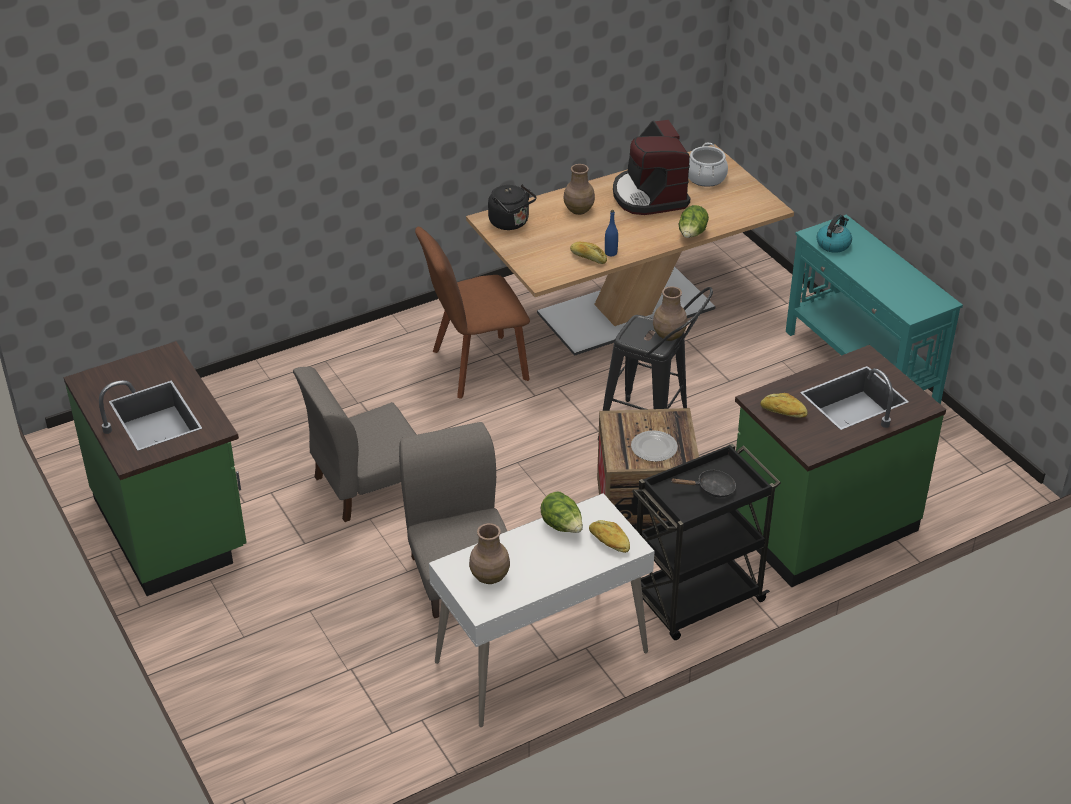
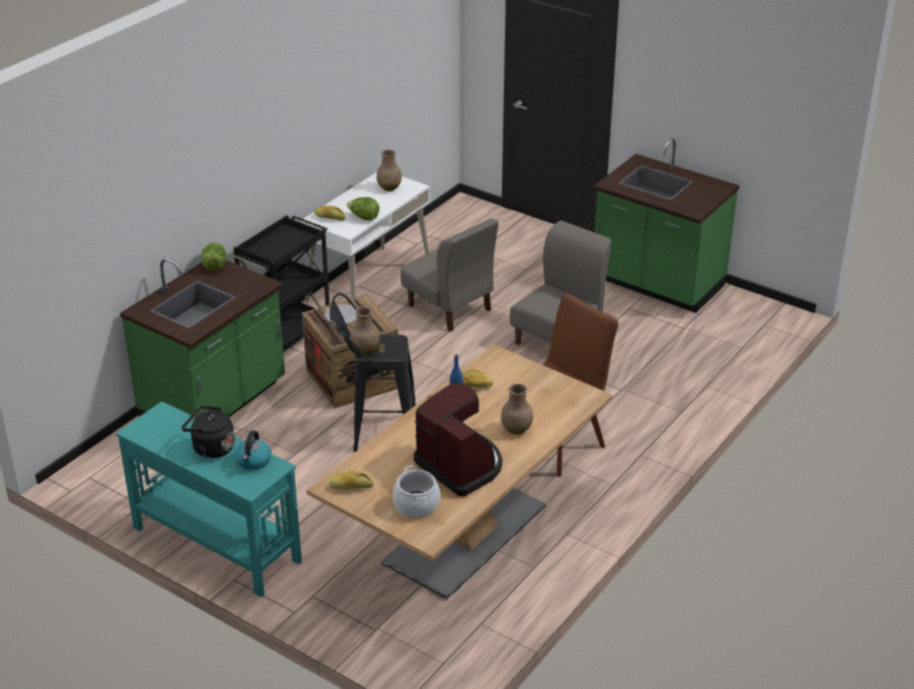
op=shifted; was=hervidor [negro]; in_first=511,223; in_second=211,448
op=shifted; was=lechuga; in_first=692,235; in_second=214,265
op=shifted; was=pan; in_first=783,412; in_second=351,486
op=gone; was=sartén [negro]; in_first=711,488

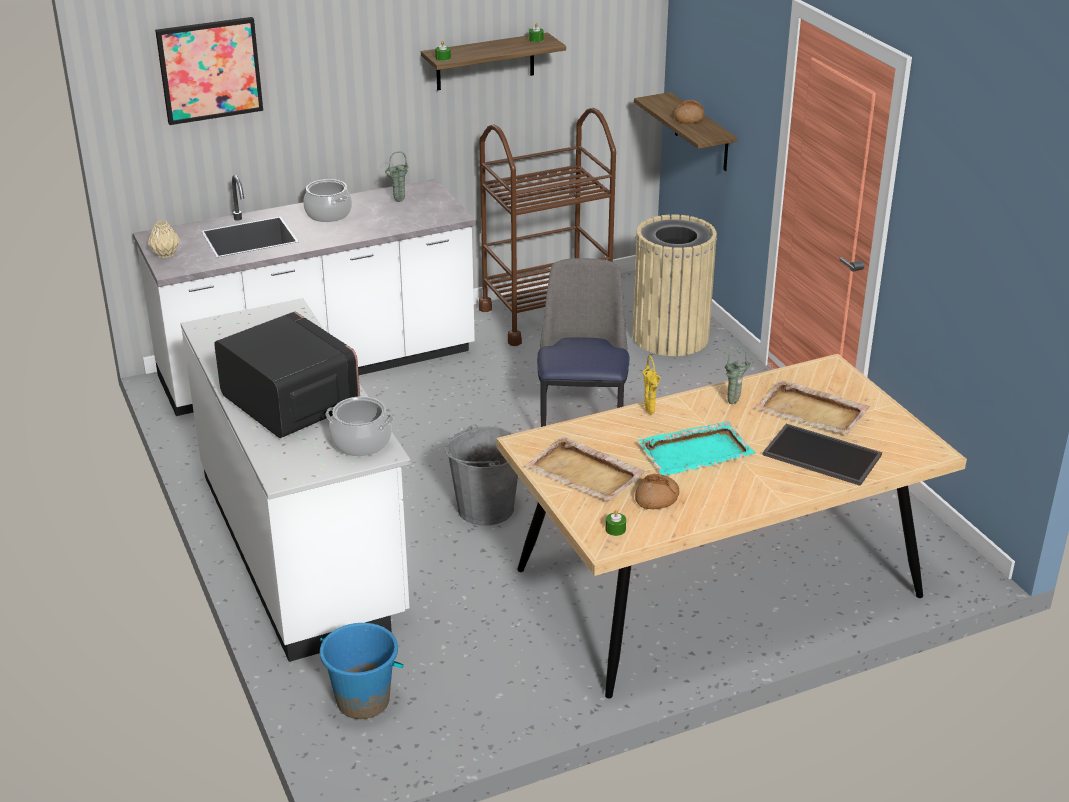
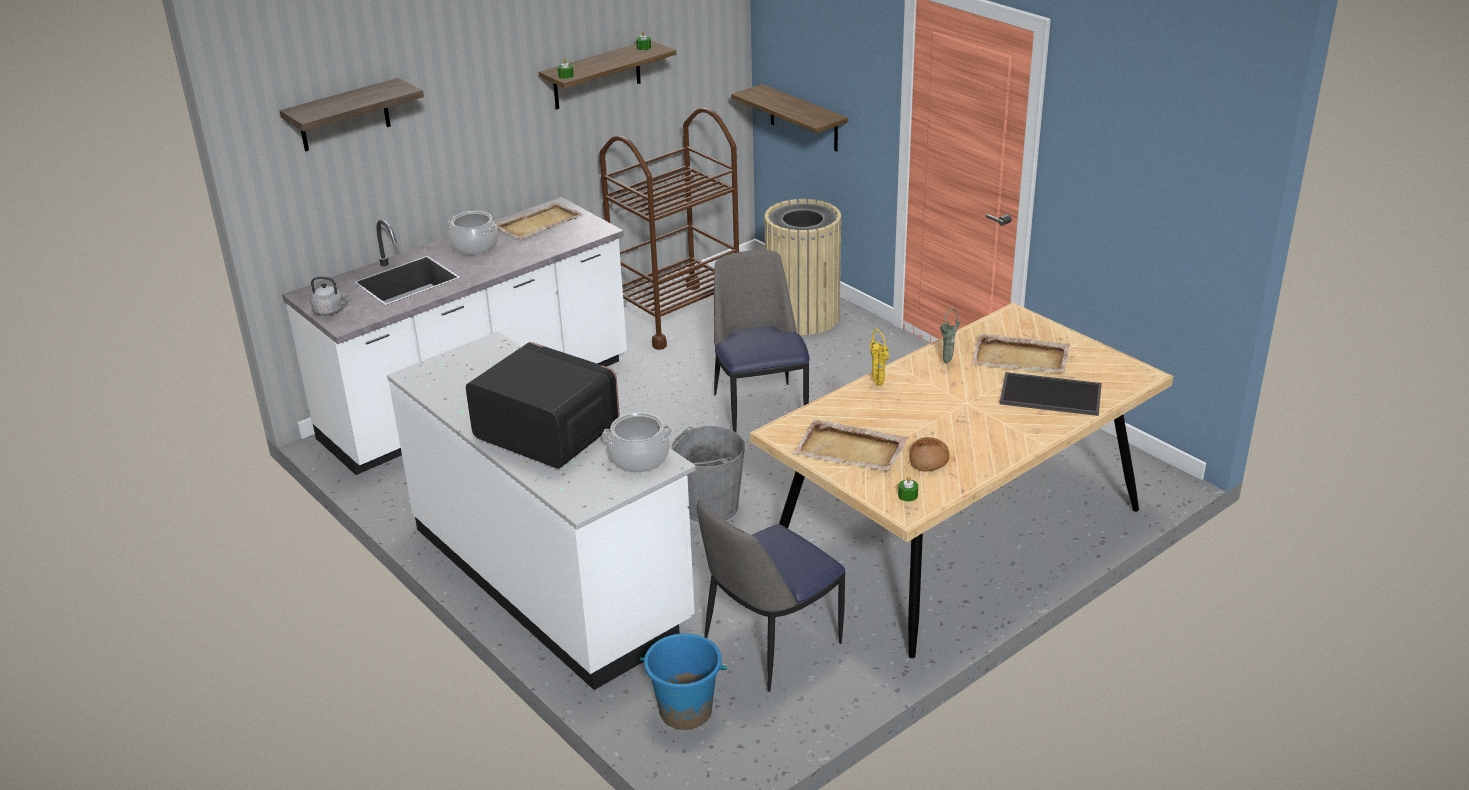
op=swapped; was=cuadro; now=estante; in_first=209,70; in_second=344,115
op=swapped; was=florero [beis]; now=hervidor [gris]; in_first=166,255; in_second=331,311
op=swapped; was=florero [verde]; now=bandeja [beis]; in_first=398,201; in_second=537,224
op=new; now=silla; in_second=769,645
op=gone; was=bandeja [turquesa]; in_first=696,452
op=gone; was=pan; in_first=689,118

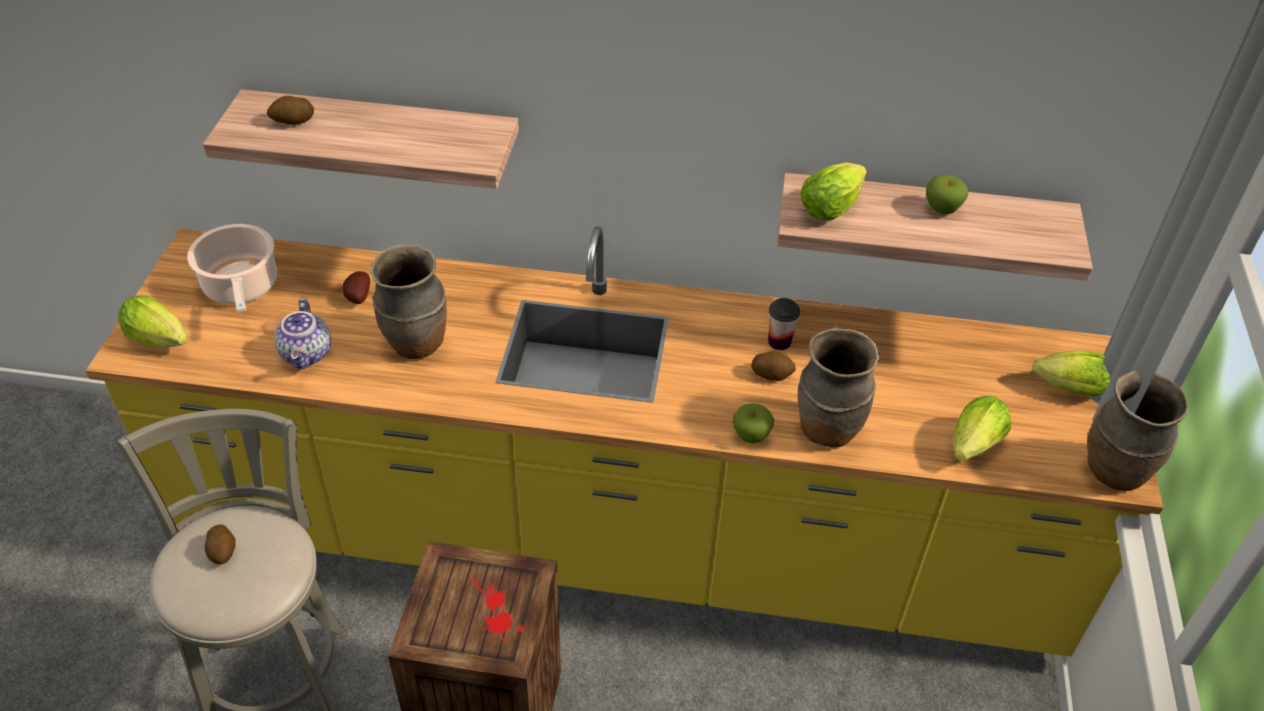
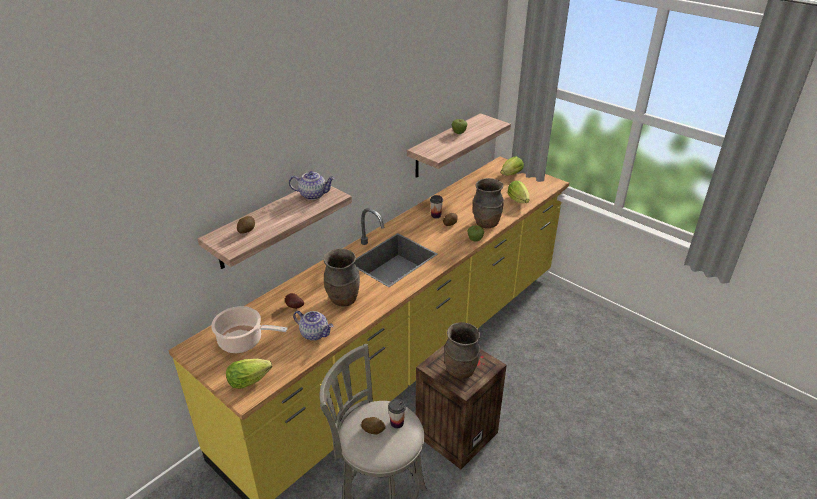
op=new; now=tetera; in_second=313,195
op=new; now=taza; in_second=397,423
op=shifted; was=florero [marrón]; in_first=1114,473; in_second=461,371
op=gone; was=lechuga; in_first=833,207

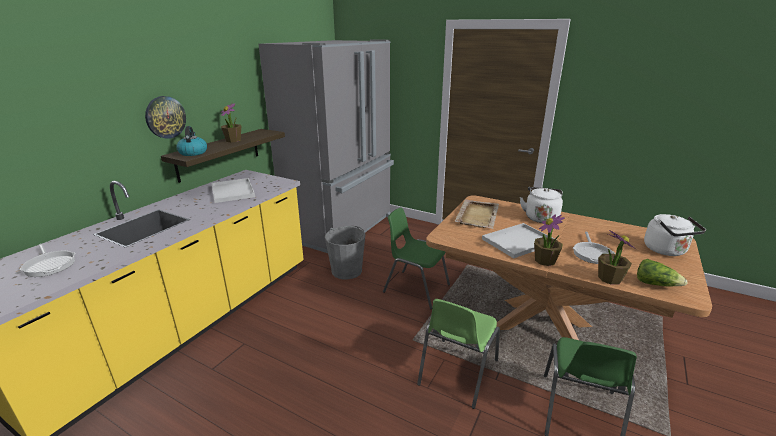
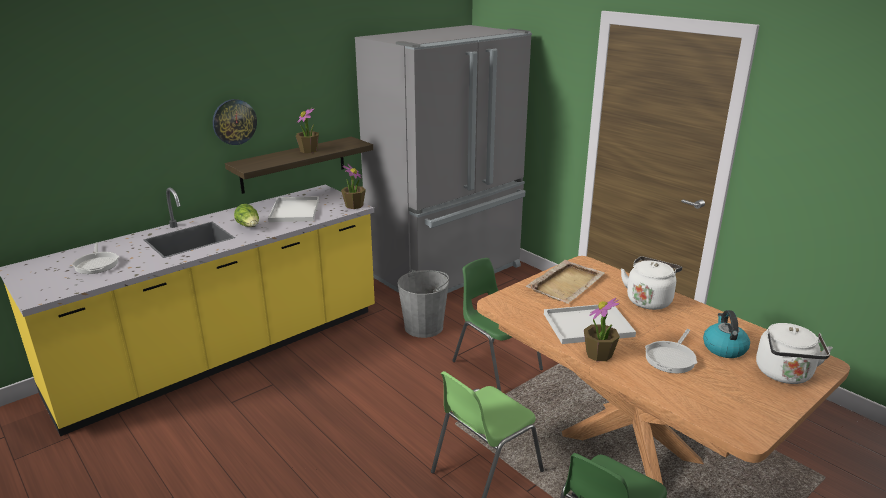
op=shifted; was=lechuga; in_first=655,284; in_second=249,226
op=shifted; was=planta en maceta; in_first=609,278; in_second=354,206
op=shifted; was=hervidor; in_first=193,152; in_second=723,348

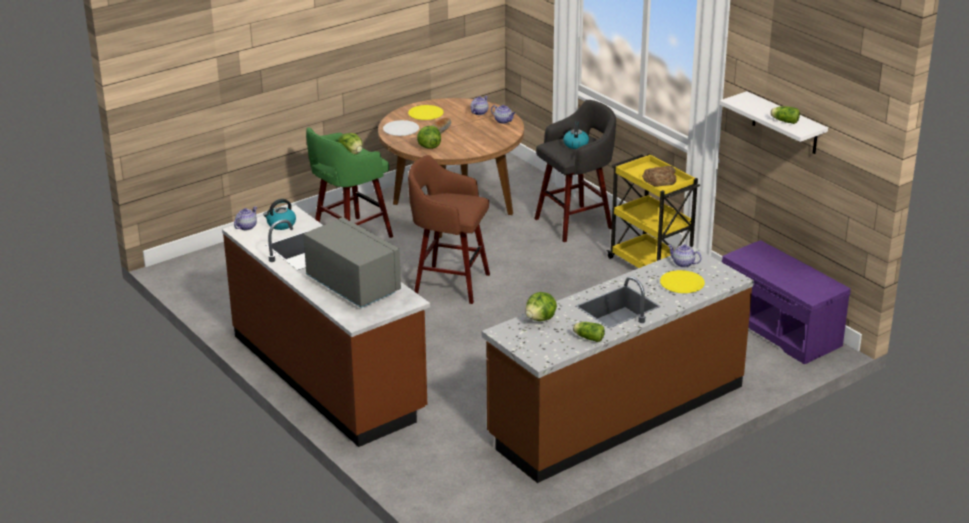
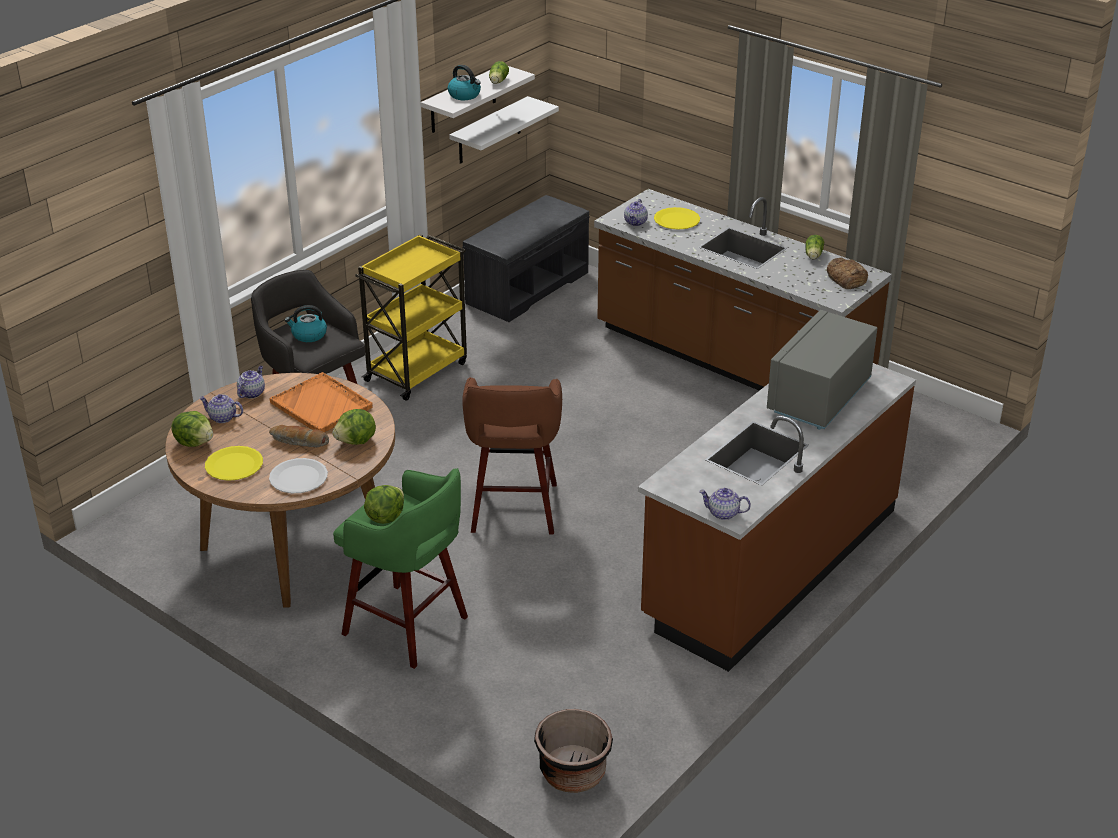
op=shifted; was=lechuga; in_first=540,319; in_second=195,442
op=new; now=bandeja [naranja]; in_second=321,405
op=shifted; was=hervidor; in_first=281,224; in_second=465,95
op=new; now=estante [blanco]; in_second=489,131
op=repainted; was=banco [morado]; now=banco [gris]; in_first=781,329; in_second=527,287
op=new; now=maceta [negro]; in_second=573,772
op=shifted; was=pan; in_first=660,180; in_second=846,278

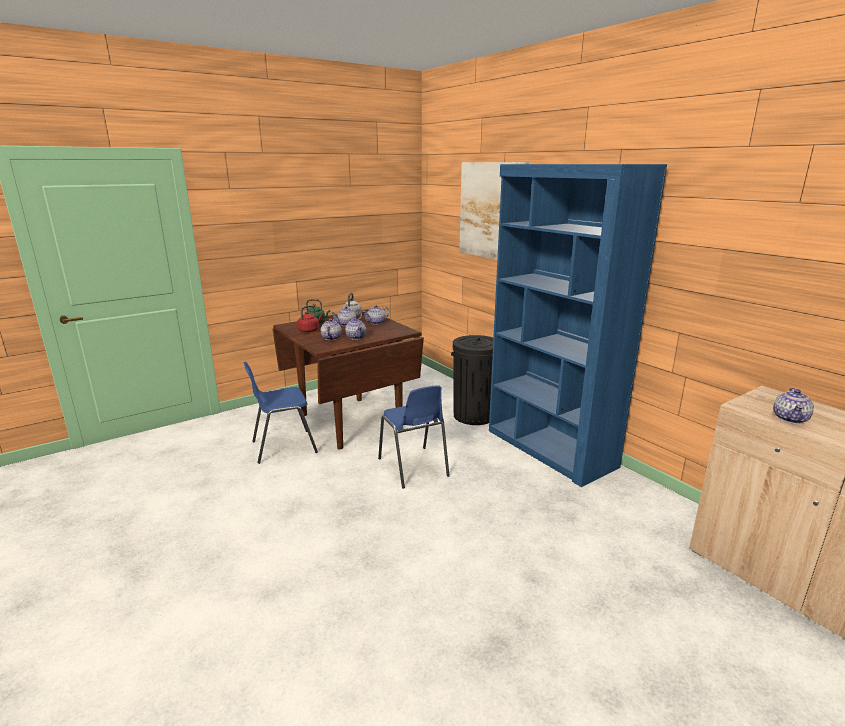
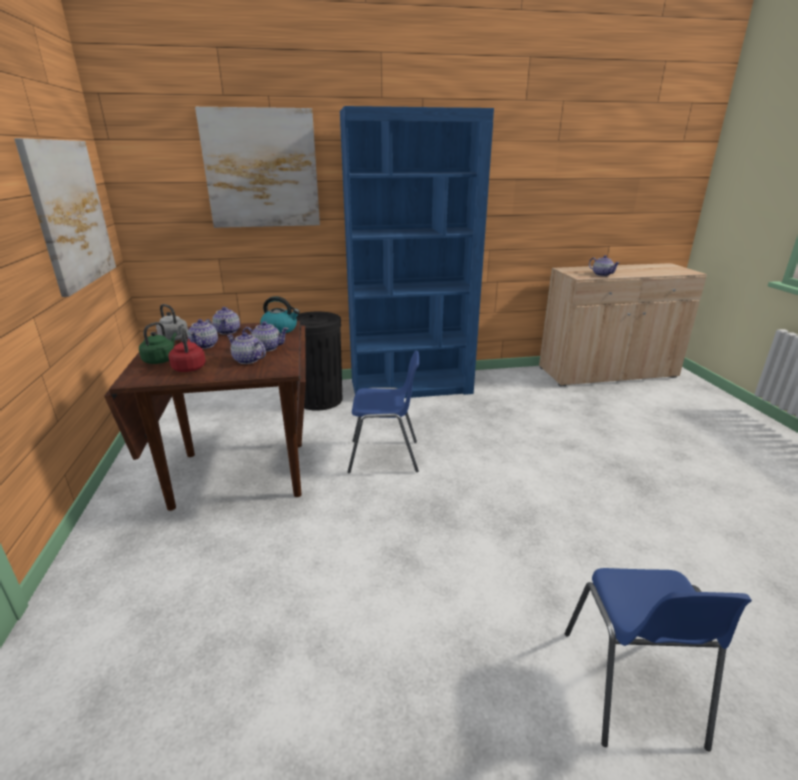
op=new; now=cuadro; in_second=70,214
op=new; now=hervidor; in_second=280,329
op=shifted; was=silla [azul]; in_first=283,446; in_second=631,688

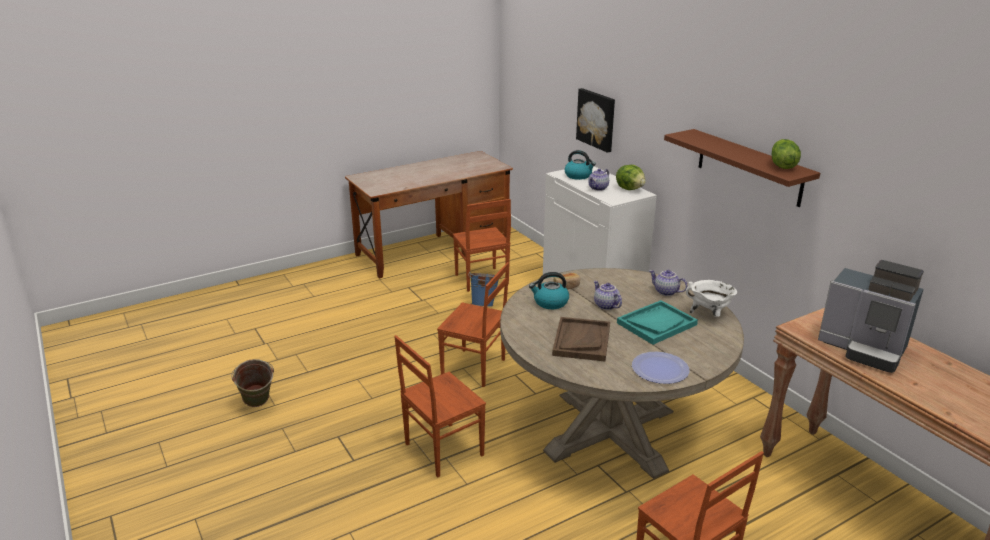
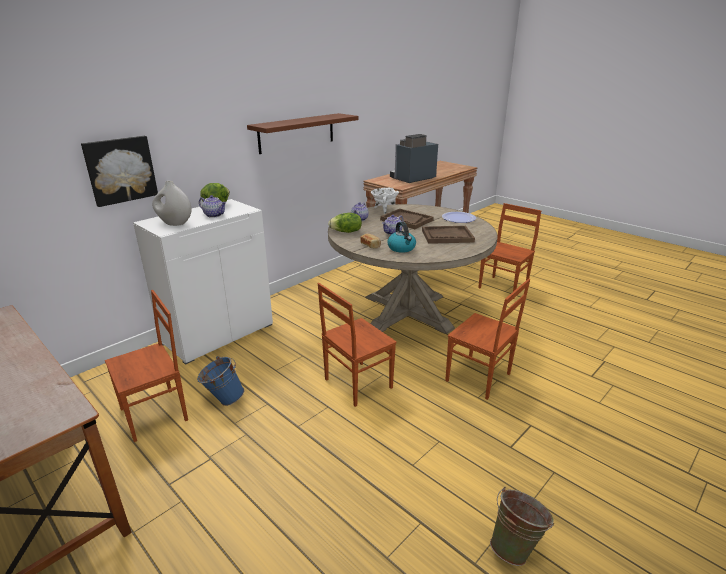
op=swapped; was=hervidor; now=florero [blanco]; in_first=578,176; in_second=174,223
op=rotated; was=silla [marrón]; in_first=474,368; in_second=356,383; clockwise=-135
op=shifted; was=lechuga; in_first=782,166; in_second=346,232
op=repainted; was=bandeja [turquesa]; now=bandeja [marrón]; in_first=656,324; in_second=406,220
op=rotated; was=cafetera; in_first=864,349; in_second=412,178; clockwise=-150

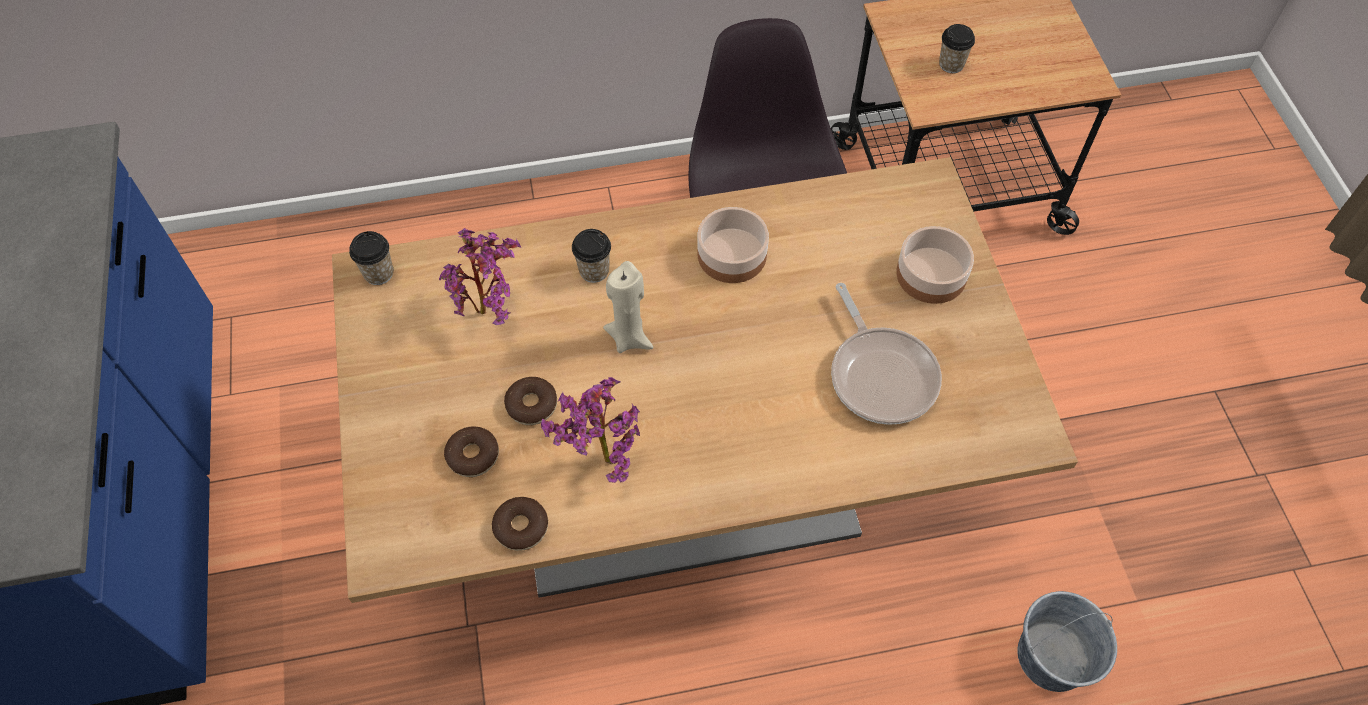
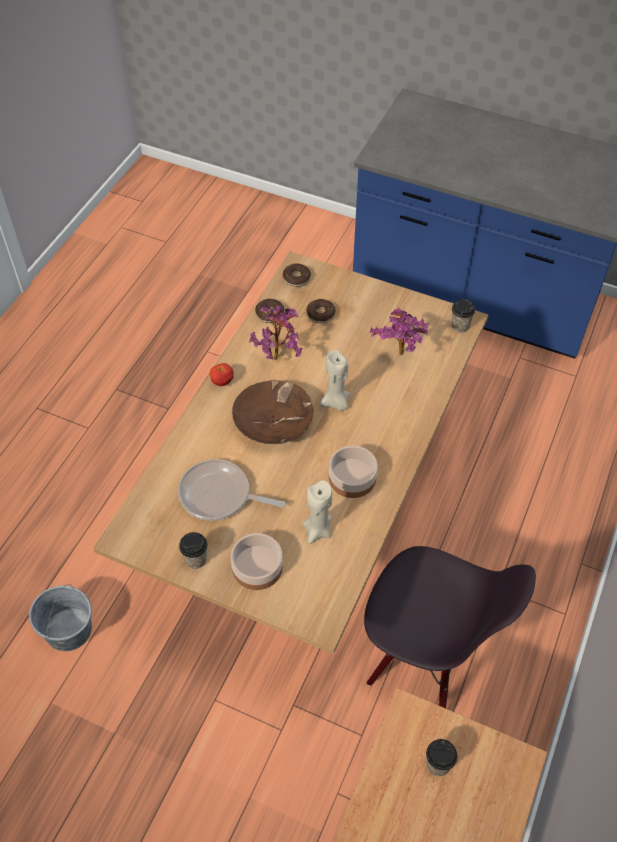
op=shifted; was=taza; in_first=594,271; in_second=196,559
op=new; now=tomate; in_second=222,381
op=new; now=cuenco [marrón]; in_second=273,423
op=shifted; was=rosquilla; in_first=531,405; in_second=296,278
op=new; now=vela [beis]; in_second=317,530

